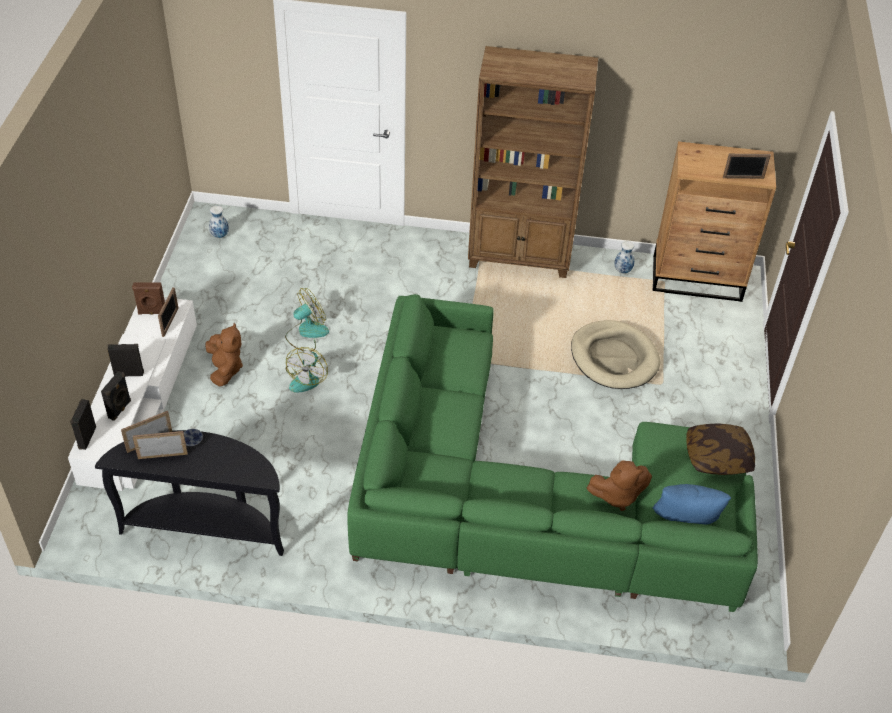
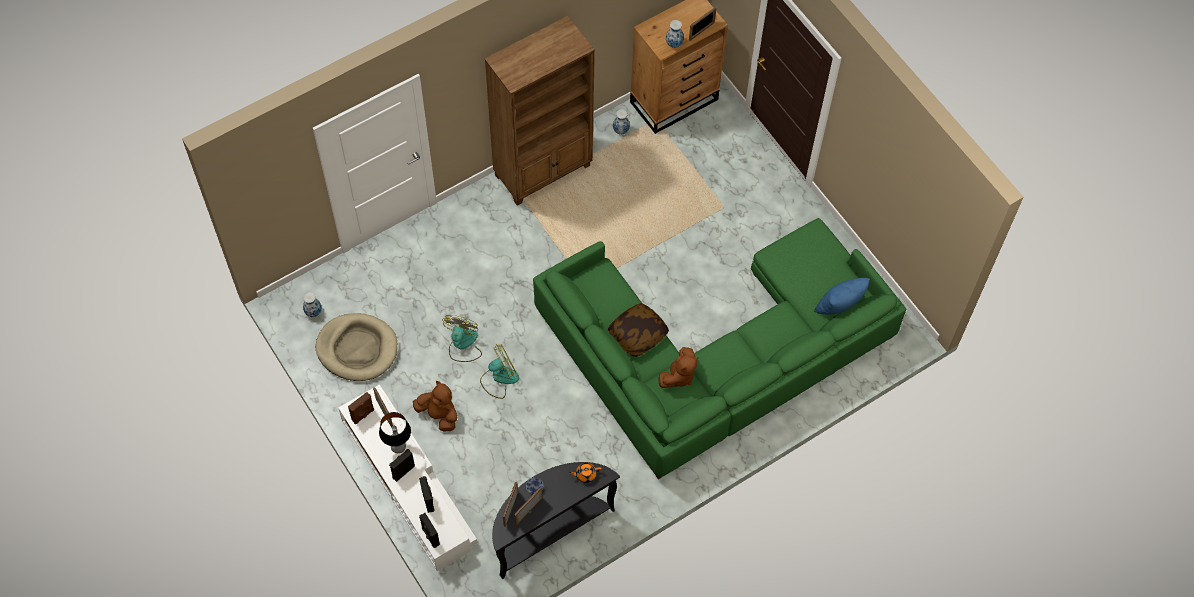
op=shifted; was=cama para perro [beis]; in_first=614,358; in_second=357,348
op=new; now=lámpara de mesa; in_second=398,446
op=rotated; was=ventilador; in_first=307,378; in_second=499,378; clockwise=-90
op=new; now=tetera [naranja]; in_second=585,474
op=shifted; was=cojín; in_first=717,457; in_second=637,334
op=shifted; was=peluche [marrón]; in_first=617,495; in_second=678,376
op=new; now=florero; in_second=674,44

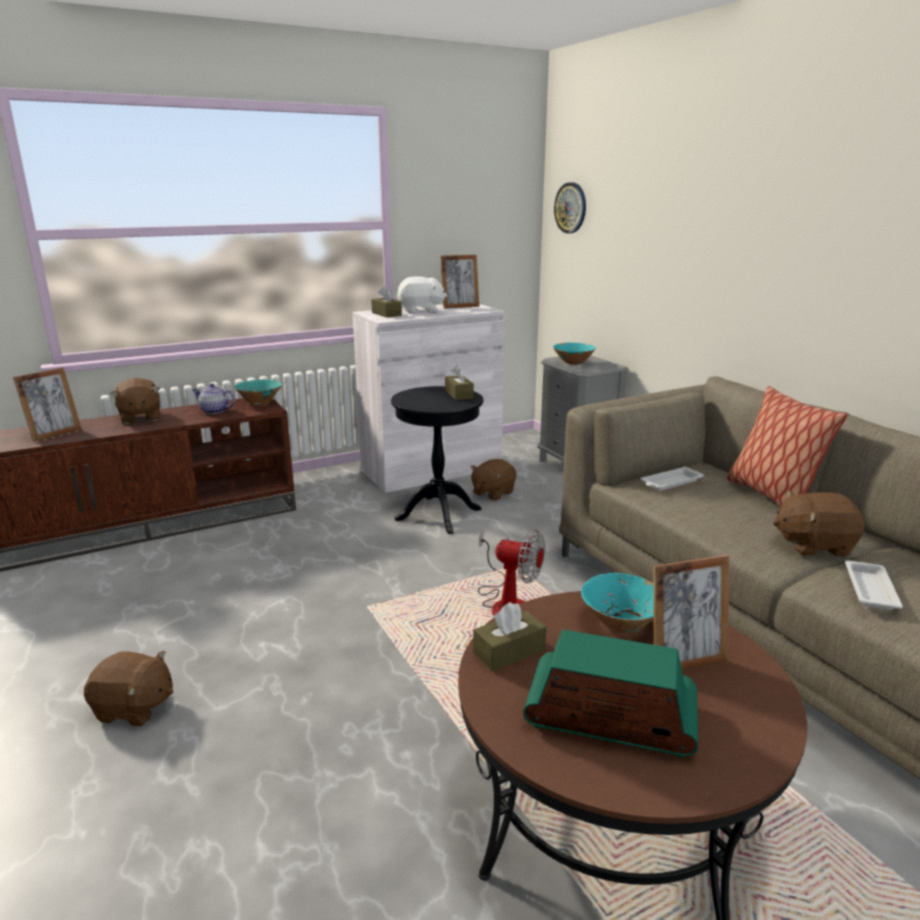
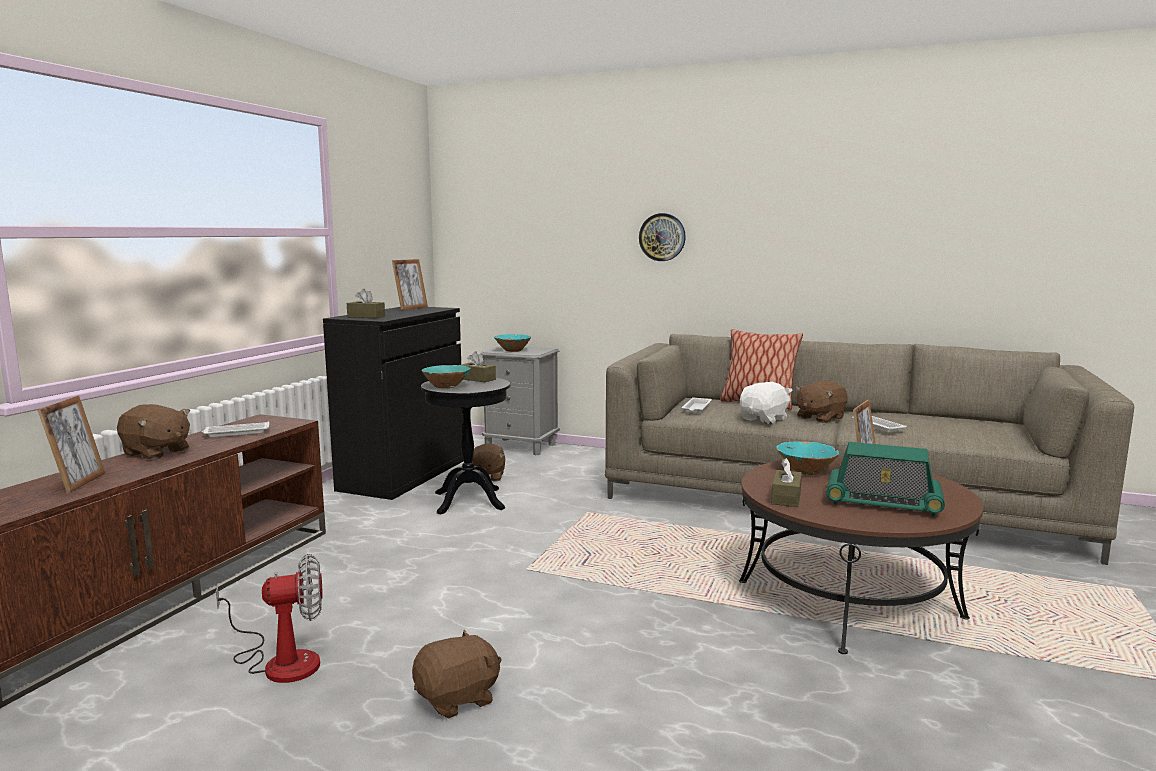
op=swapped; was=tetera; now=bandeja [blanco]; in_first=214,411; in_second=236,433
op=shifted; was=ventilador; in_first=507,604; in_second=280,661
op=repainted; was=armario [blanco]; now=armario [negro]; in_first=431,469; in_second=403,475
op=shifted; was=cuenco [turquesa]; in_first=259,402; in_second=446,387
op=shifted; was=reloj de pared; in_first=571,208; in_second=662,237
op=shifted; was=peluche [blanco]; in_first=421,311; in_second=764,419
op=rotated; was=radio; in_first=610,717; in_second=883,502; clockwise=-135

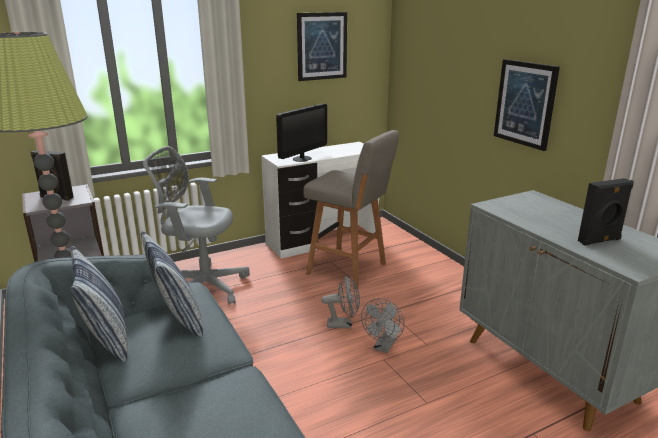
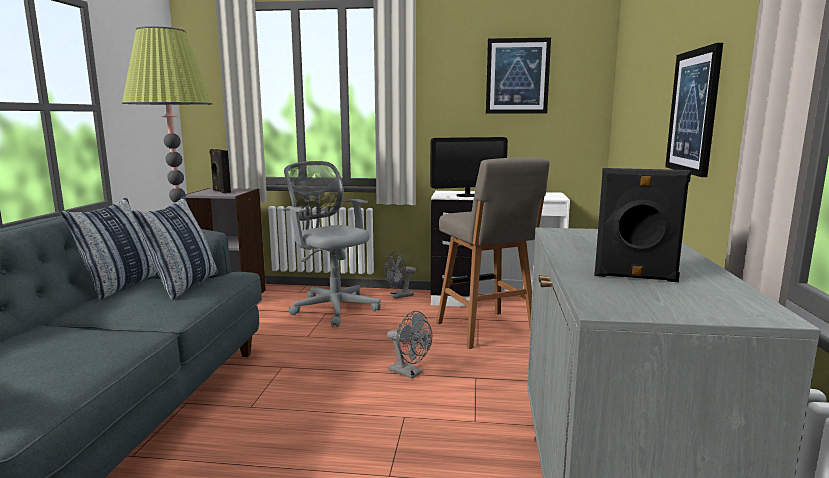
op=shifted; was=ventilador [gris]; in_first=383,347; in_second=398,296

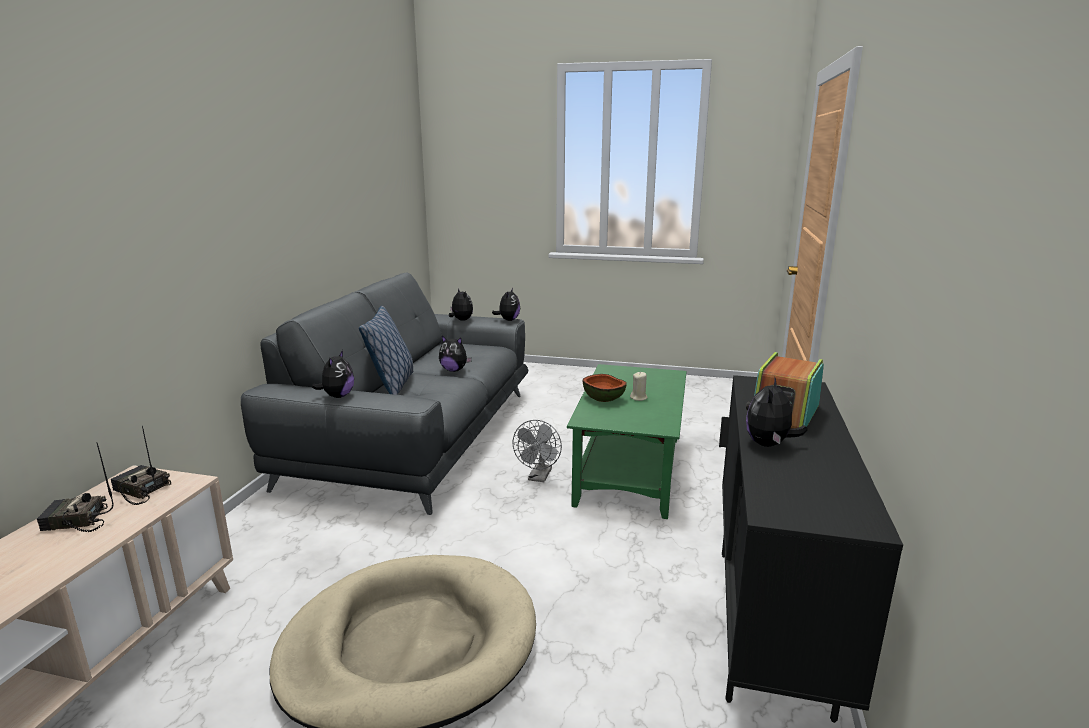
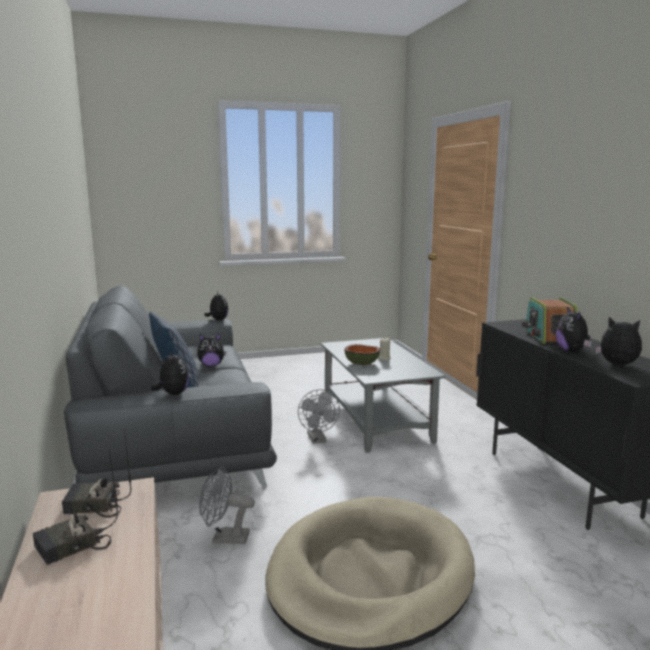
op=new; now=ventilador [gris]; in_second=224,538
op=repainted; was=mesa de centro [verde]; now=mesa de centro [gris]; in_first=628,470; in_second=374,419
op=shifted; was=peluche; in_first=461,320; in_second=618,365

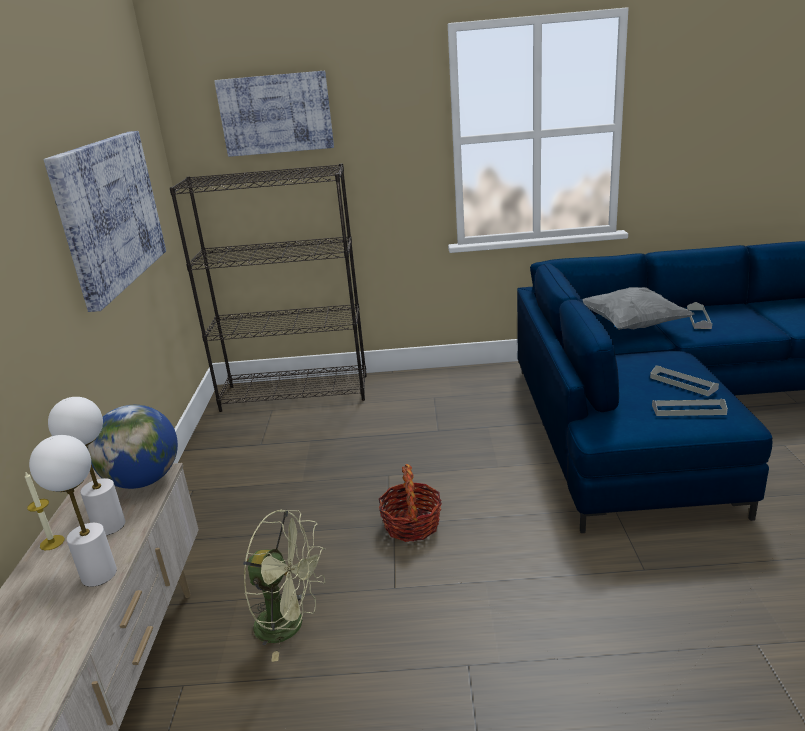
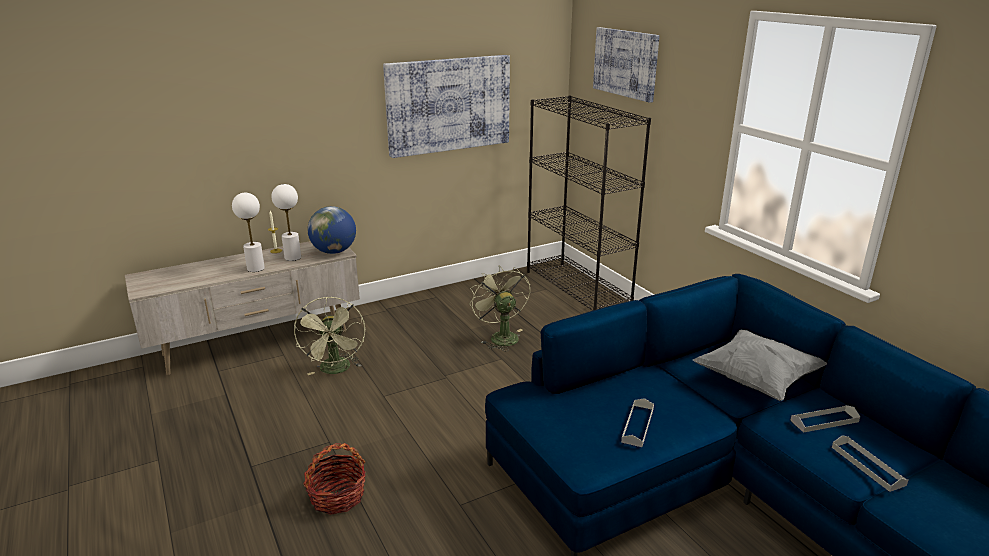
op=shifted; was=cesta; in_first=412,525; in_second=337,496
op=new; now=ventilador [verde]; in_second=500,336
op=shifted; was=bandeja [gris]; in_first=688,410; in_second=867,466

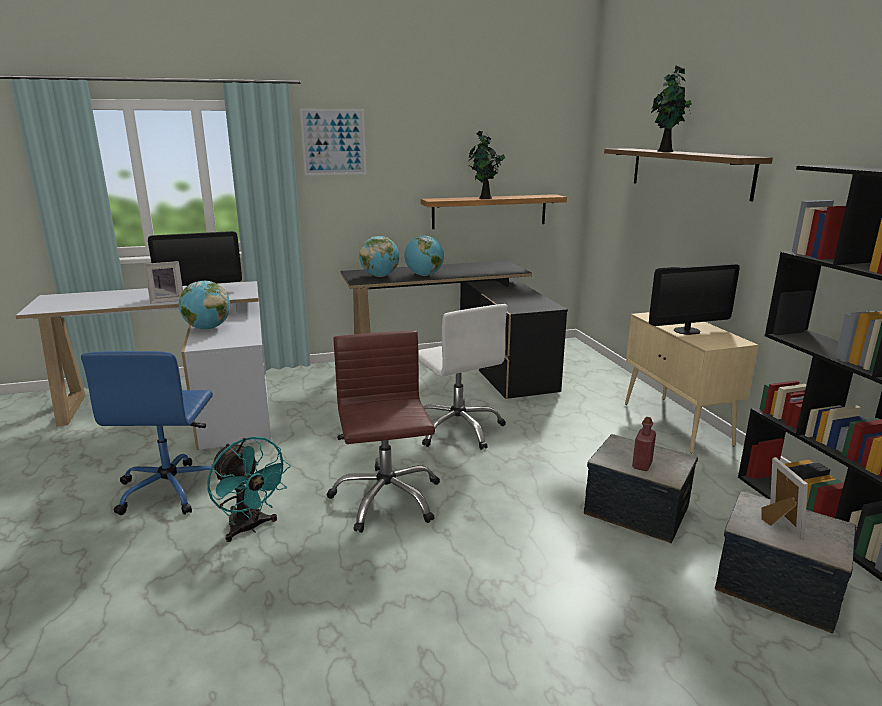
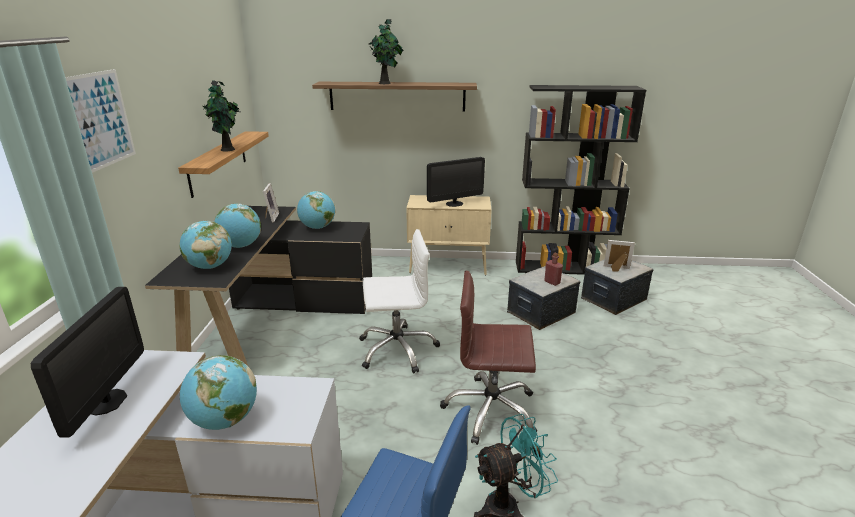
op=shifted; was=portarretratos; in_first=167,300; in_second=270,217
op=new; now=globo terráqueo; in_second=317,227
op=rotated; was=monitor; in_first=686,331; in_second=454,204; clockwise=60

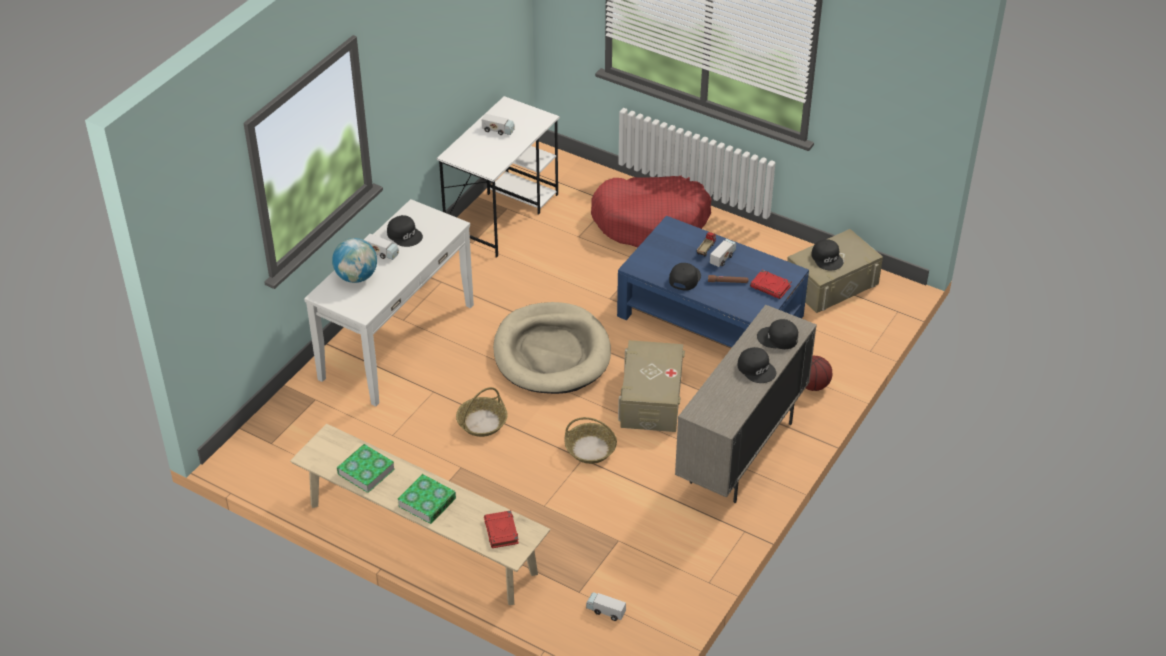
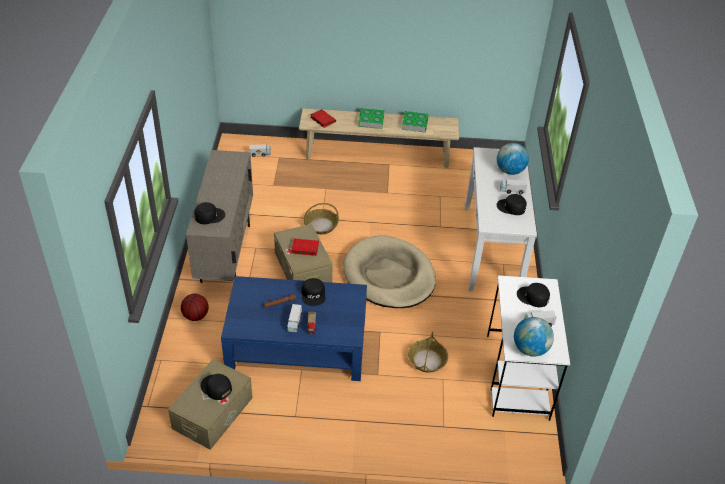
op=shifted; was=libro [rojo]; in_first=771,287; in_second=304,248
op=shifted; was=cesta; in_first=482,422; in_second=427,360
op=new; now=globo terráqueo; in_second=530,349
op=shifted; was=gorra [negro]; in_first=757,368; in_second=533,297
op=gone; was=cama para perro [rojo]; in_first=651,221

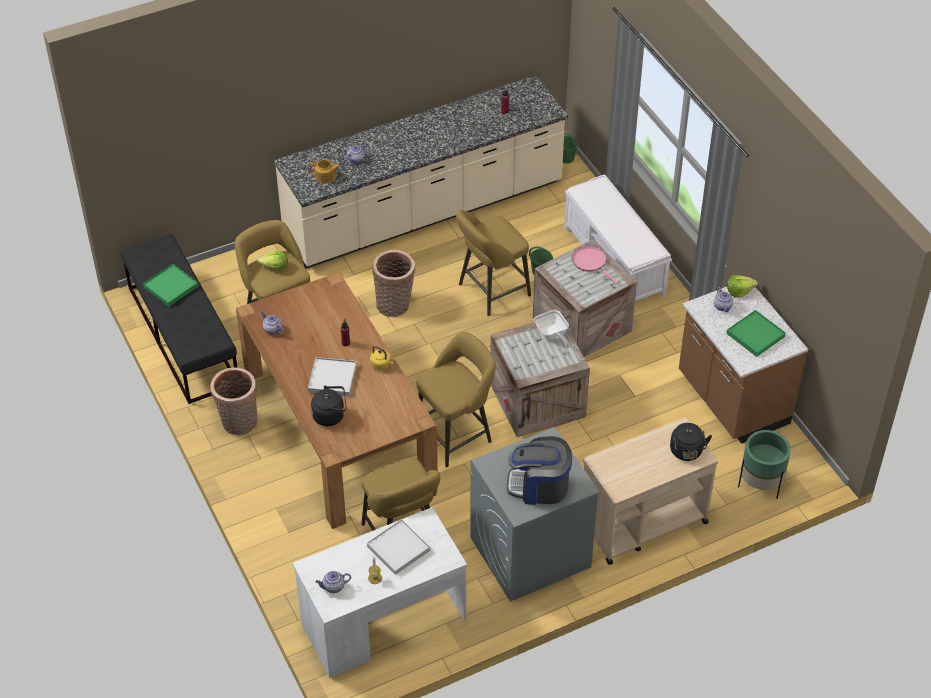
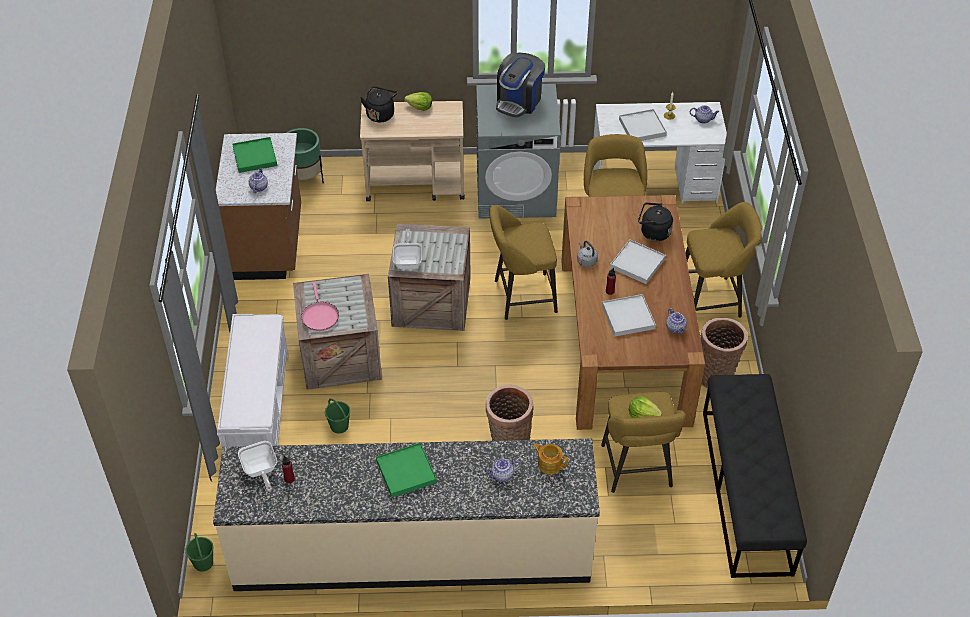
op=new; now=sartén; in_second=260,471
op=shifted; was=bandeja [verde]; in_first=171,287; in_second=406,472
op=shifted; was=lechuga; in_first=739,291; in_second=419,107
op=rotated; was=cafetera; in_first=539,486; in_second=519,101; clockwise=90
op=repainted; was=hervidor [amarillo]; now=hervidor [gris]; in_first=381,365; in_second=586,260
op=new; now=bandeja [blanco]; in_second=628,317
op=shifted; was=taburete [amarillo]; in_first=491,292; in_second=712,300

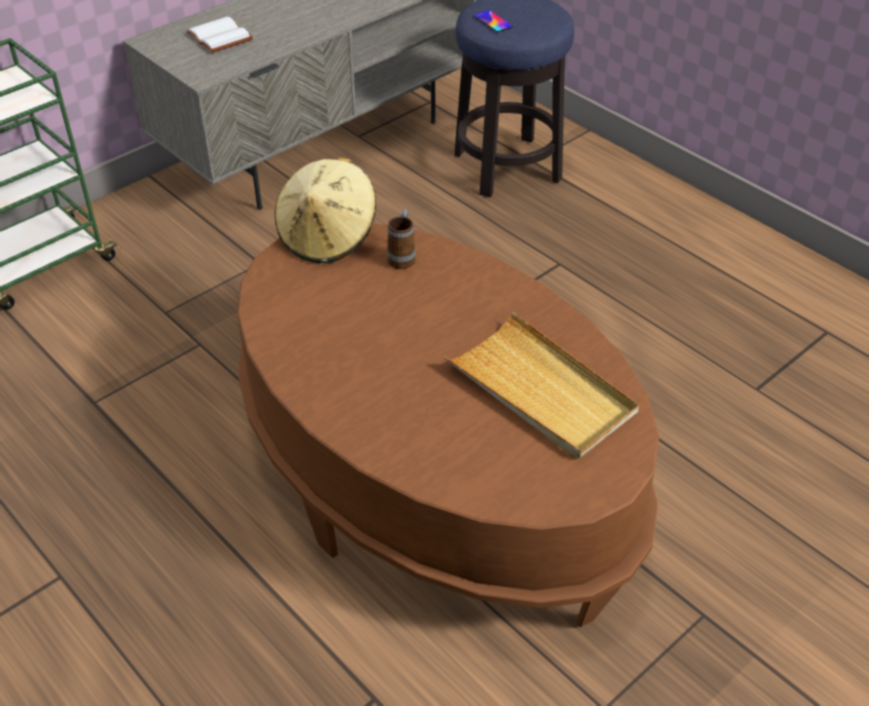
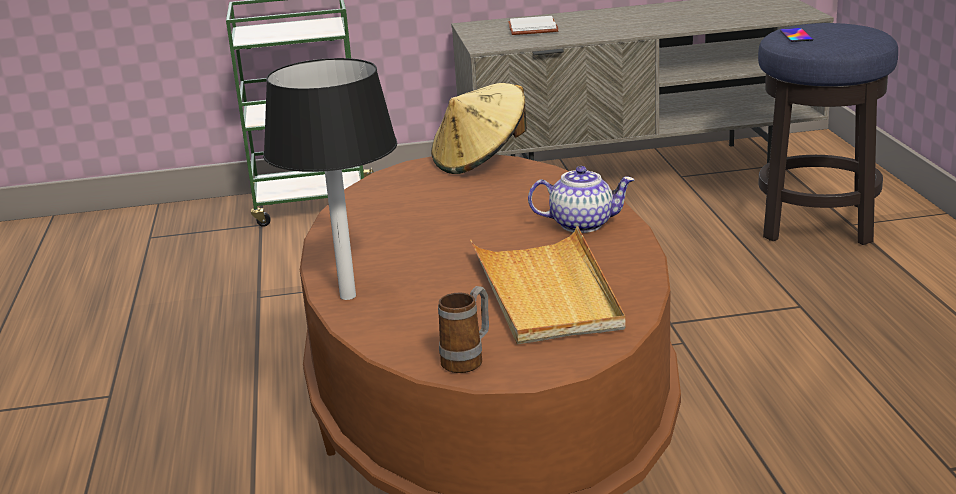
op=new; now=lámpara de mesa [negro]; in_second=348,296
op=shifted; was=taza grande; in_first=403,257; in_second=468,359
op=new; now=tetera; in_second=582,224

